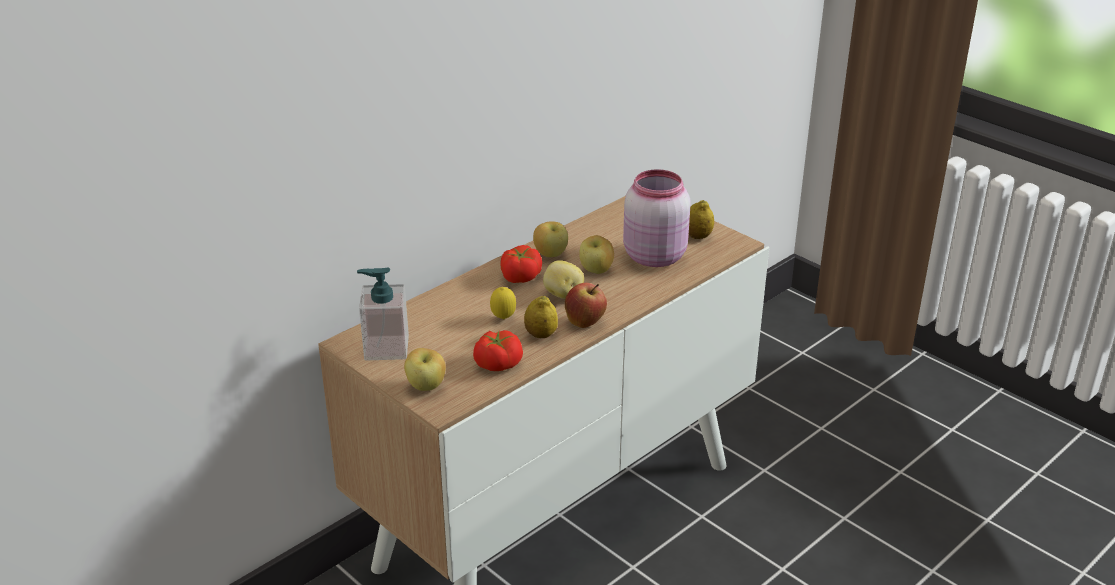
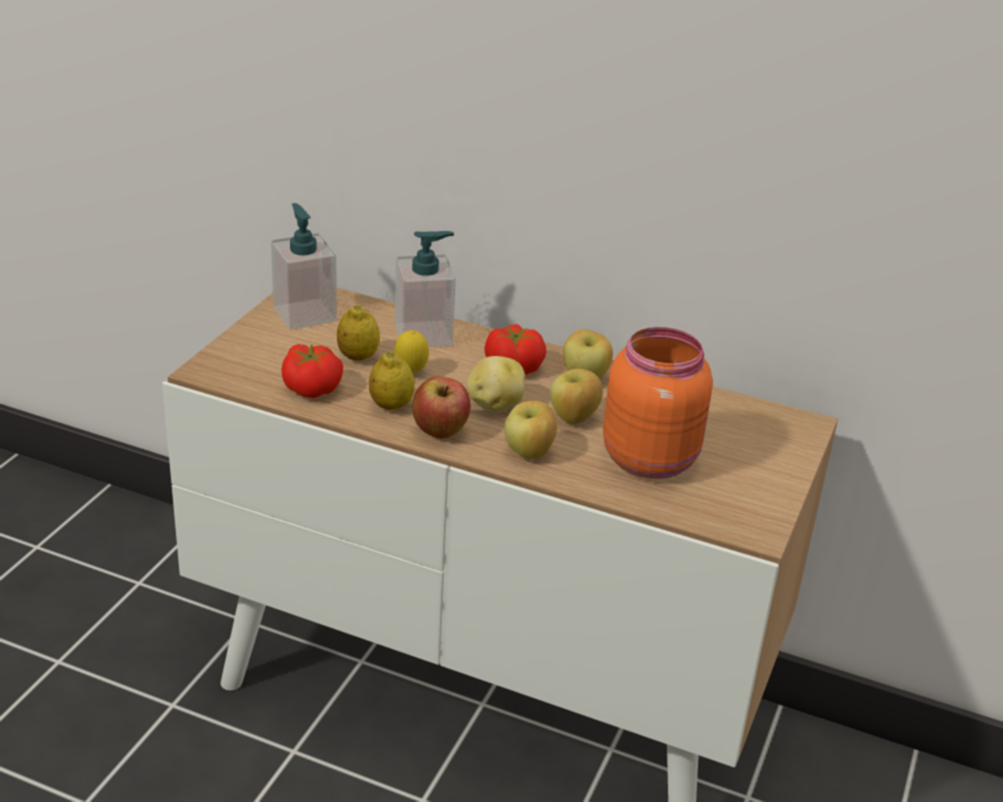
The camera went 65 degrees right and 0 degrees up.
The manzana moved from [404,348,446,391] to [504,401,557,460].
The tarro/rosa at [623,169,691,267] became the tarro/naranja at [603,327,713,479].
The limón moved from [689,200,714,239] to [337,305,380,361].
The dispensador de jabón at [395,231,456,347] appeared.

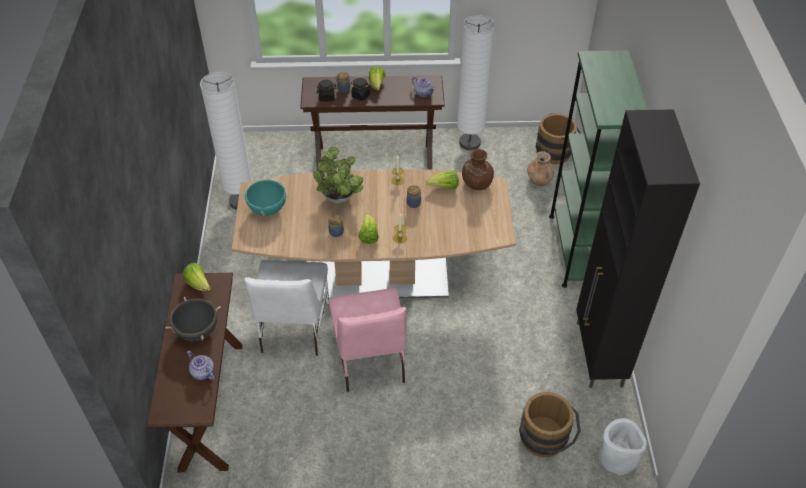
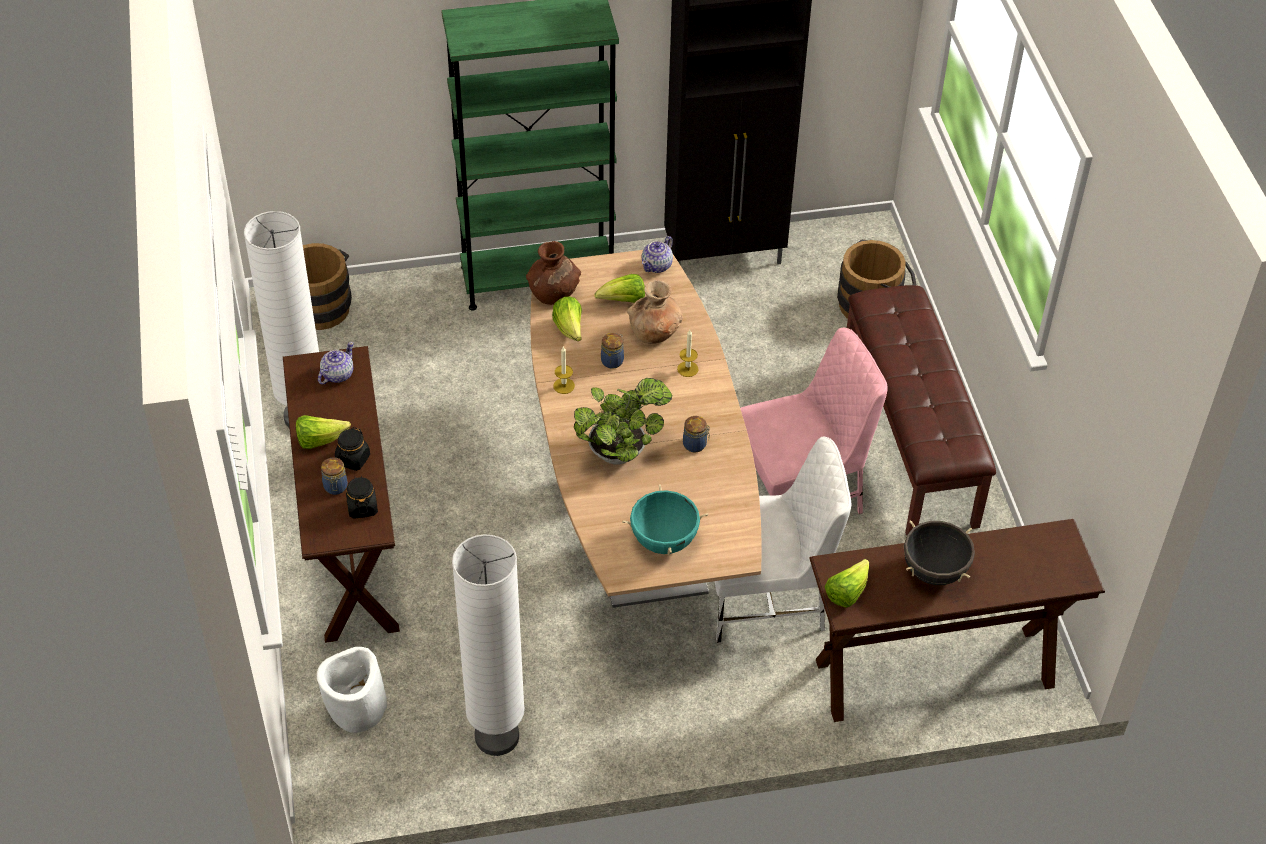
The camera went 100 degrees left and 0 degrees up.
The tetera moved from [187,351,215,380] to [642,236,673,273].
The lechuga moved from [358,214,379,244] to [595,274,645,303].
The florero/marrón moved from [527,151,554,186] to [627,280,683,344].
The maceta/blanco moved from [598,418,647,475] to [317,647,387,733].
The banco/marrón at [847,285,996,536] appeared.

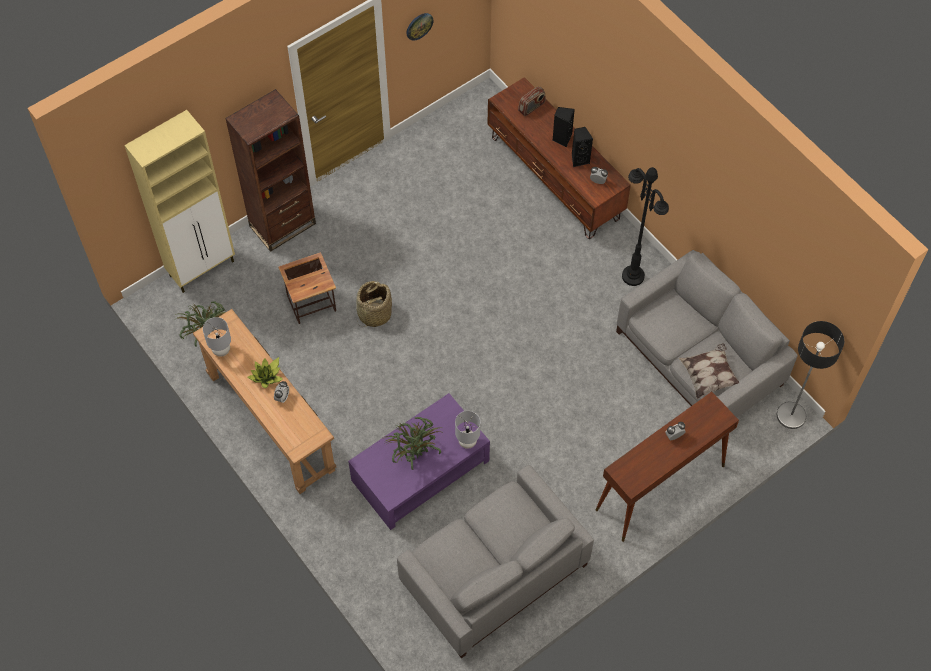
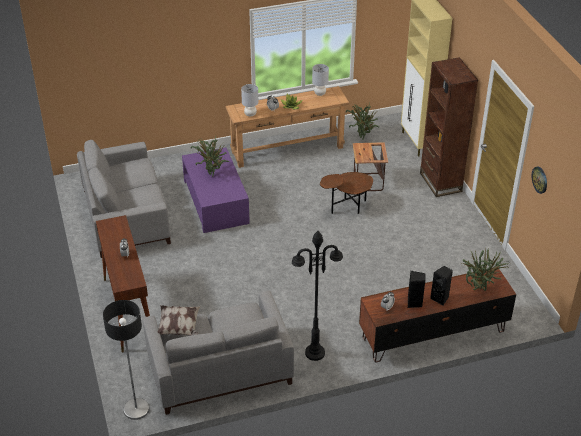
The camera went 110 degrees right and 20 degrees down.
The cesta at [356,281,392,327] was replaced by the mesa auxiliar/marrón at [320,172,373,214].
The lámpara de mesa/gris moved from [455,411,480,449] to [241,84,258,116].
The radio at [518,86,546,116] was replaced by the planta en maceta at [462,248,510,291].

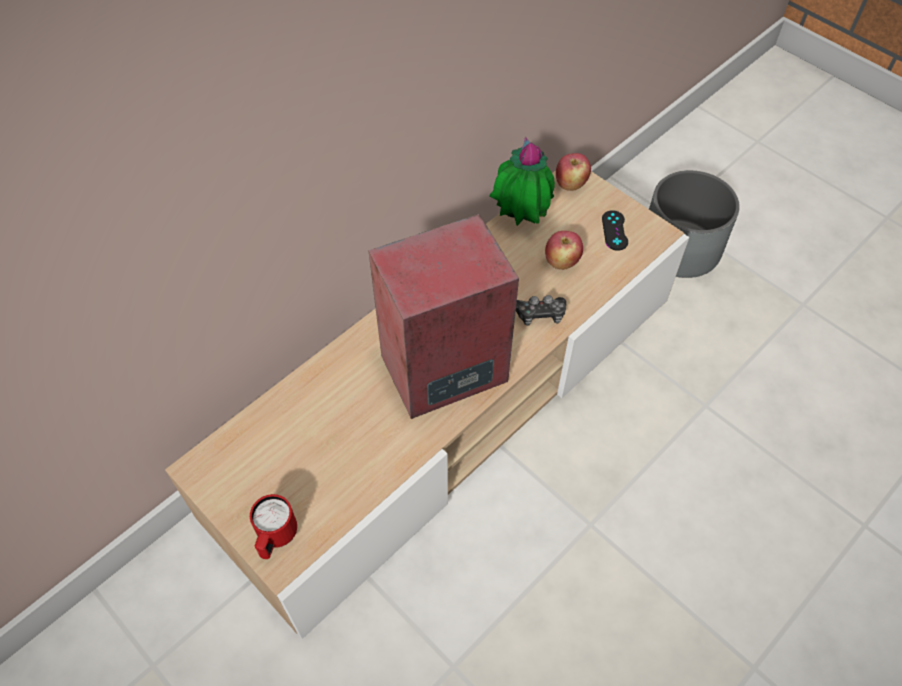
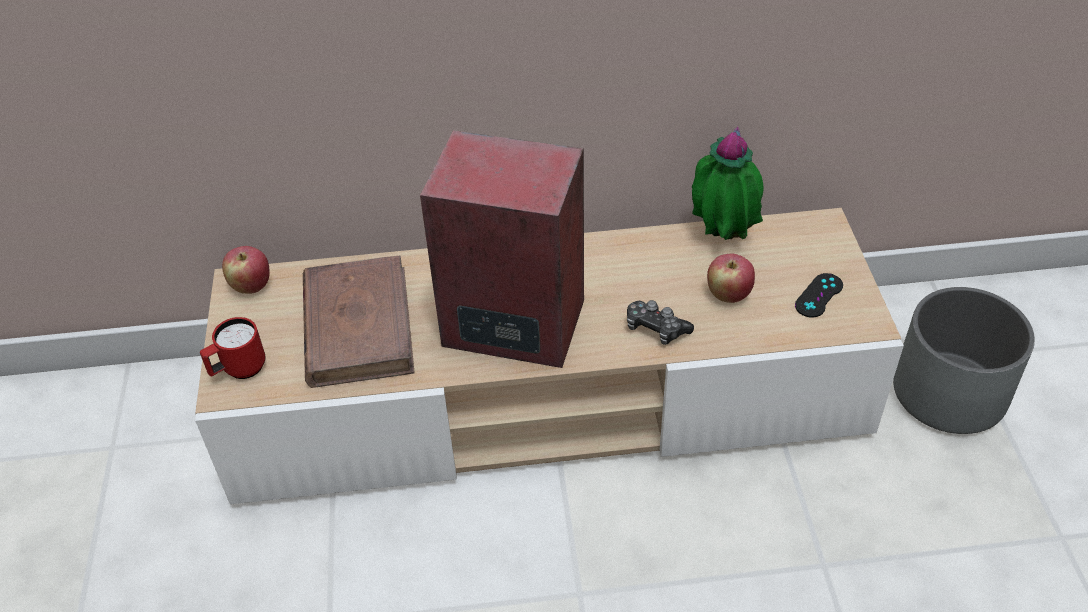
The camera went 40 degrees right and 10 degrees down.
The manzana moved from [556,153,591,191] to [222,246,270,294].
The libro/marrón at [303,256,415,388] appeared.

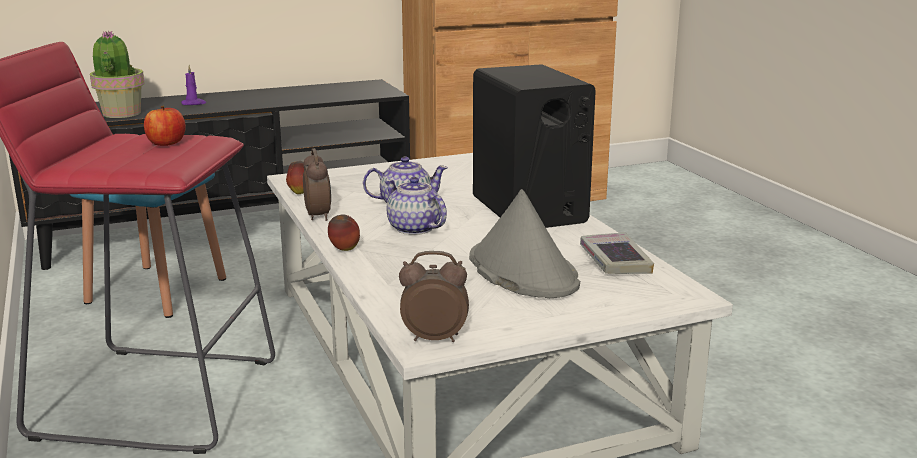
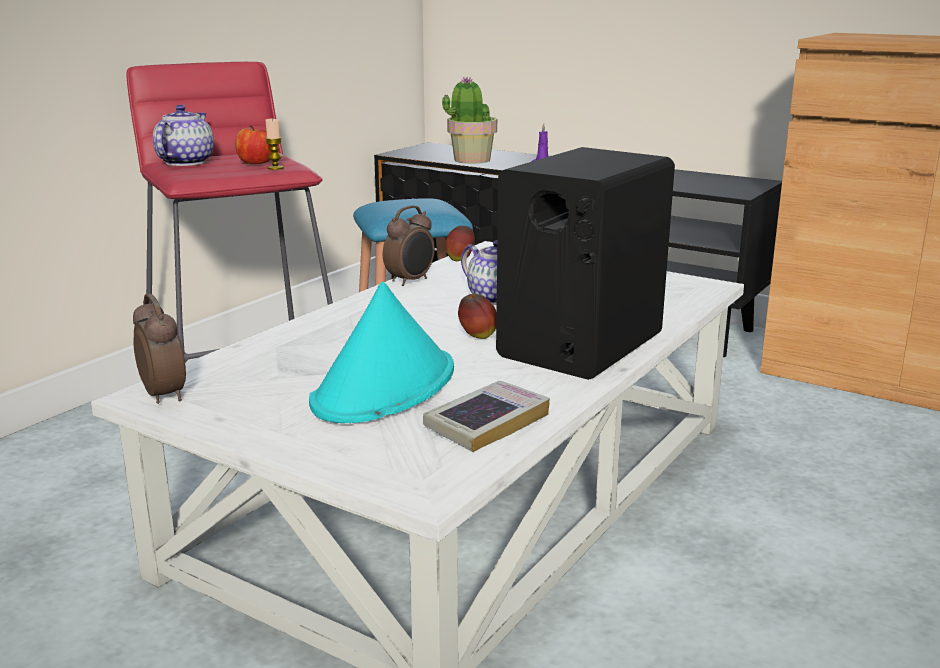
The camera went 55 degrees right and 0 degrees up.
The manzana moved from [328,214,360,251] to [458,294,496,339].
The tetera moved from [385,177,447,235] to [153,105,214,166].
The sombrero/gris at [469,189,580,298] became the sombrero/turquesa at [309,282,454,423].
The vela at [265,119,284,170] appeared.

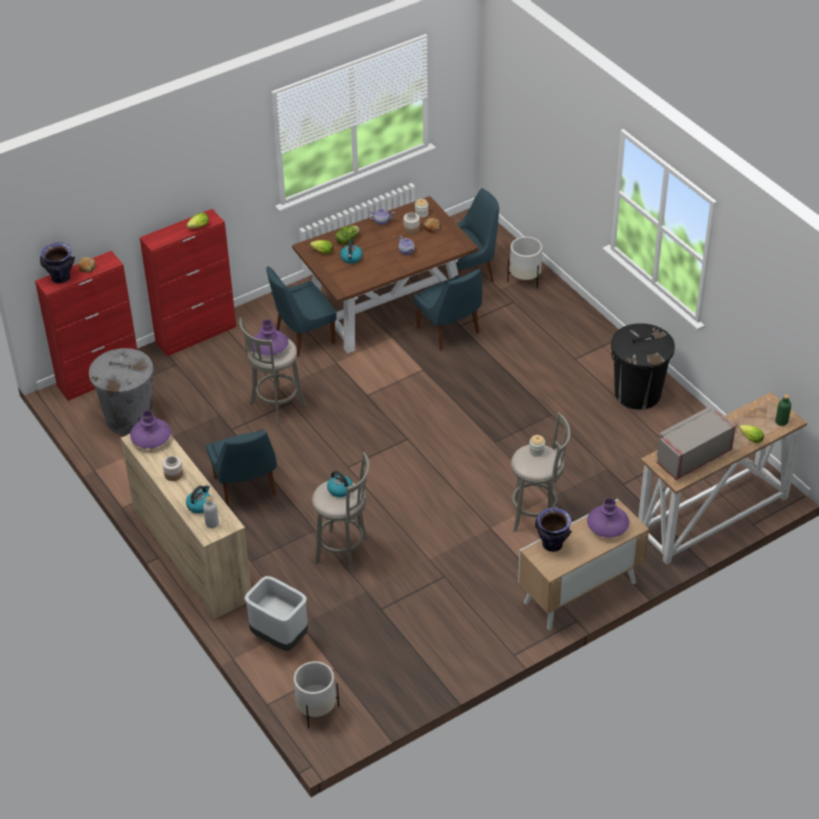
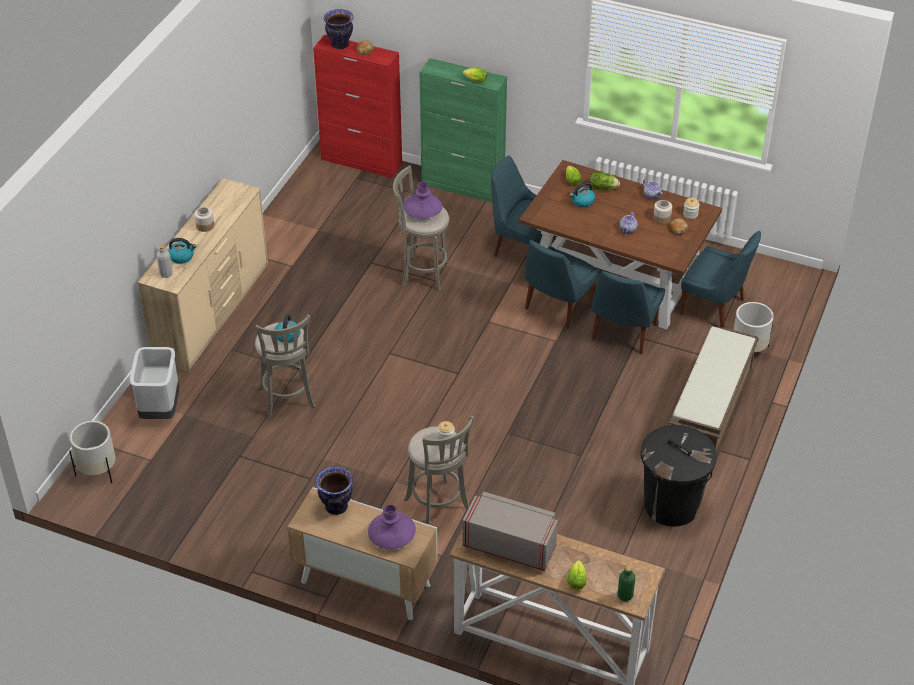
The camera went 55 degrees right and 0 degrees up.
The papelera/gris at [89,348,153,435] disappeared.
The florero/morado at [130,410,171,449] disappeared.
The armario/rojo at [140,209,236,356] became the armario/verde at [419,58,507,203].
The silla/azul moved from [206,429,277,507] to [525,240,601,329].
The banco/marrón at [669,326,759,472] appeared.

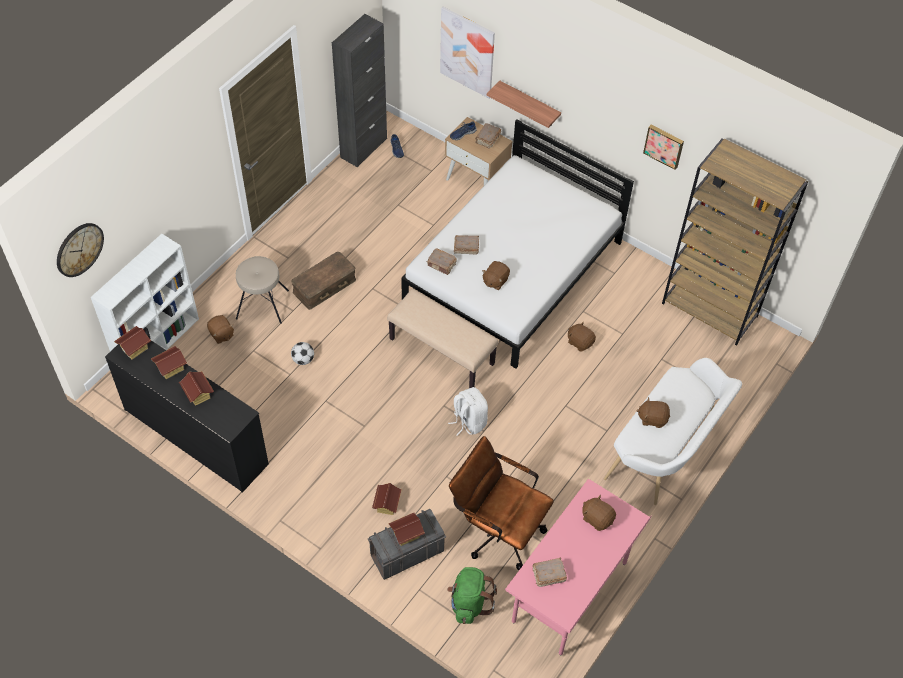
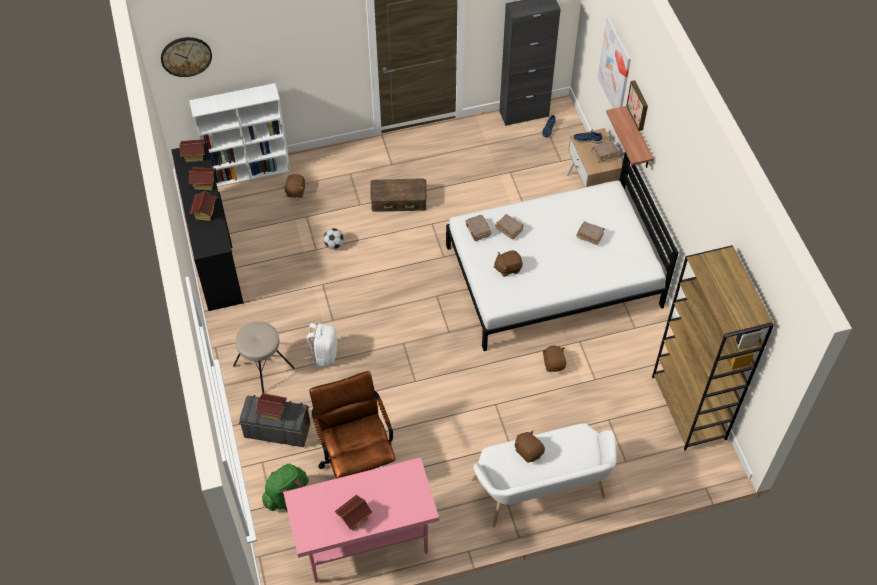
The camera went 40 degrees right and 0 degrees up.
The taburete/beis moved from [236,256,289,324] to [233,322,295,393].
The casita moved from [372,483,402,515] to [335,495,373,530].
The banco/beis at [387,289,499,388] disappeared.
The mochila/blanco moved from [448,387,488,436] to [305,323,338,367].
The libro/marrón moved from [533,557,567,587] to [577,221,605,245].
The peluche/marrón at [582,495,616,531] disappeared.
The cuadro moved from [643,125,684,170] to [626,80,648,131].

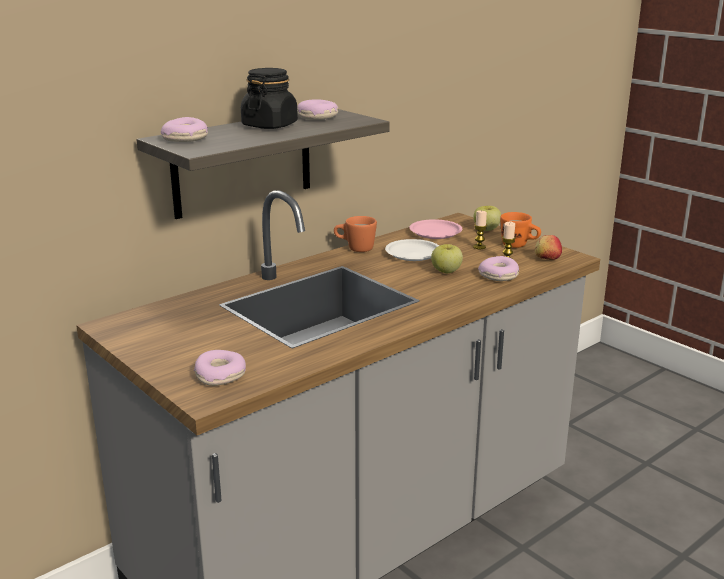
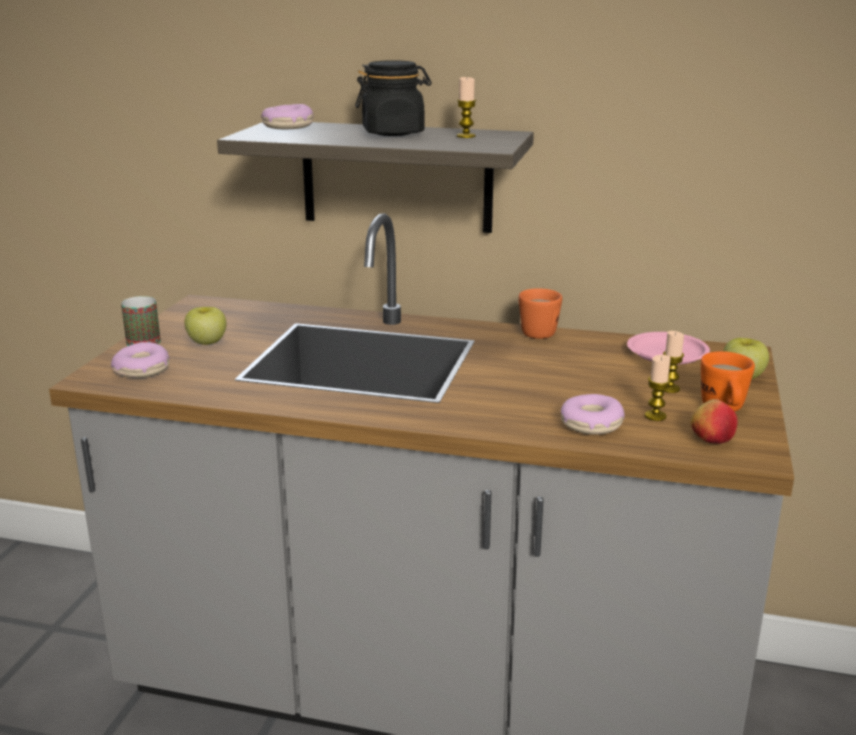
The camera went 55 degrees right and 0 degrees up.
The rosquilla at [297,99,338,120] was replaced by the vela at [457,77,476,138].
The plato/blanco at [385,239,439,261] disappeared.
The manzana moved from [431,244,463,273] to [184,307,226,345].
The taza grande at [121,296,161,346] appeared.

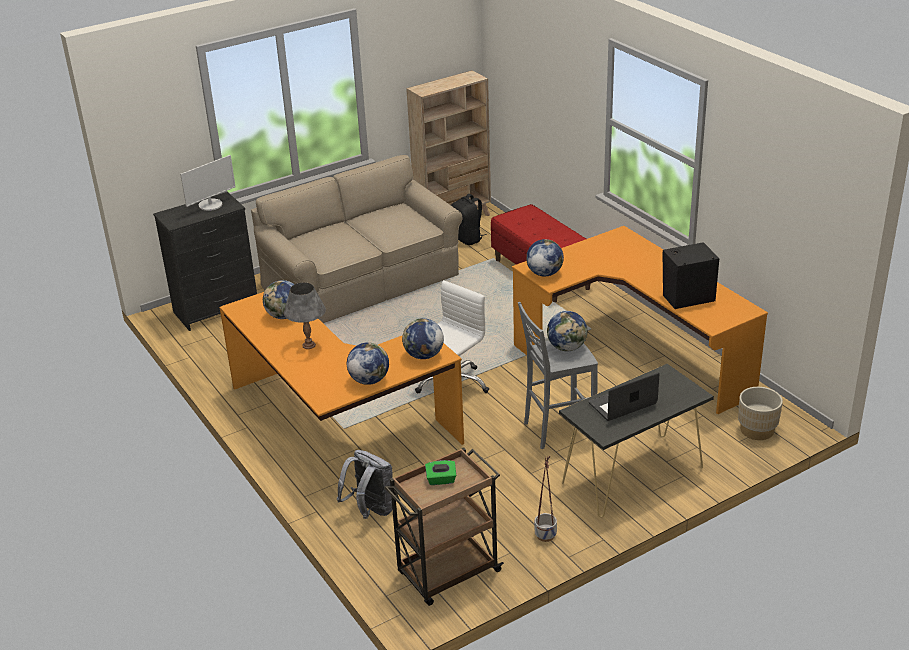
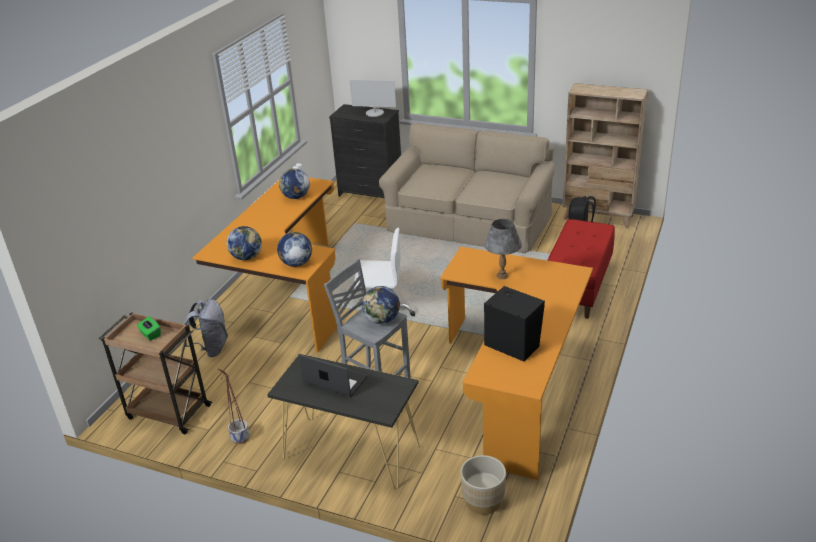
The camera went 55 degrees right and 0 degrees up.
The lámpara de mesa/gris moved from [284,283,326,349] to [484,219,522,279].
The globo terráqueo at [526,239,564,276] disappeared.

